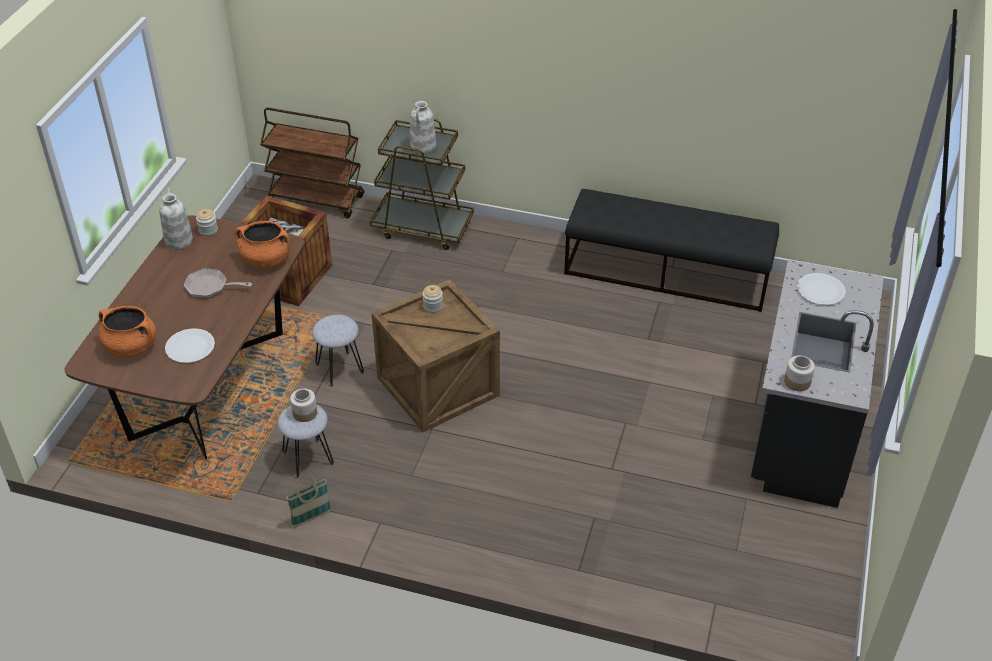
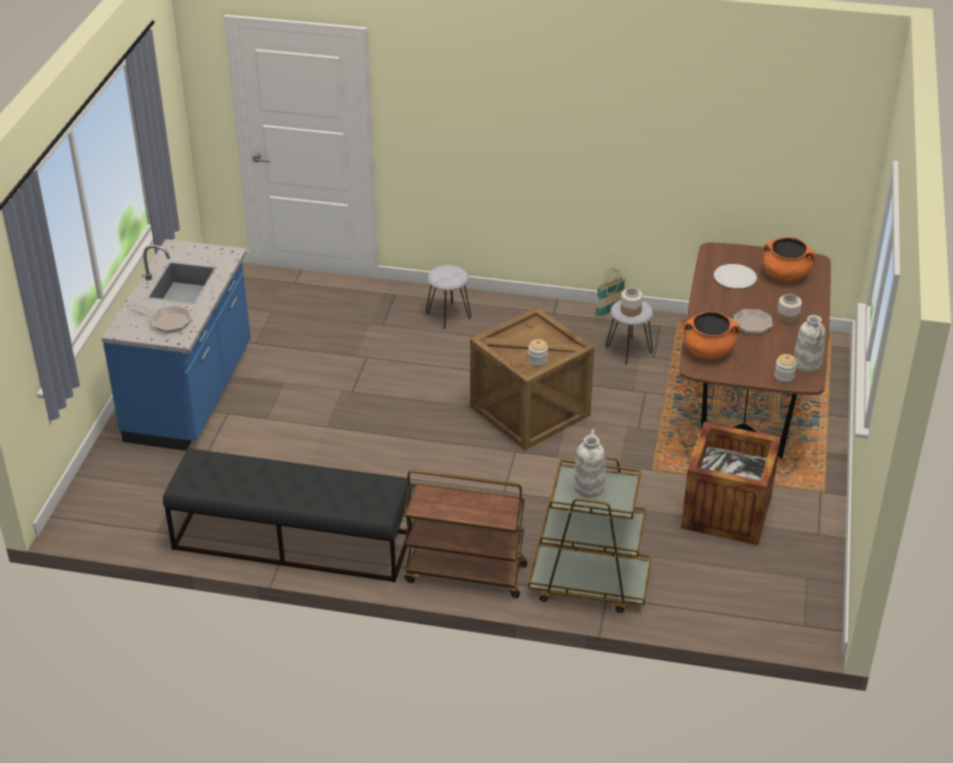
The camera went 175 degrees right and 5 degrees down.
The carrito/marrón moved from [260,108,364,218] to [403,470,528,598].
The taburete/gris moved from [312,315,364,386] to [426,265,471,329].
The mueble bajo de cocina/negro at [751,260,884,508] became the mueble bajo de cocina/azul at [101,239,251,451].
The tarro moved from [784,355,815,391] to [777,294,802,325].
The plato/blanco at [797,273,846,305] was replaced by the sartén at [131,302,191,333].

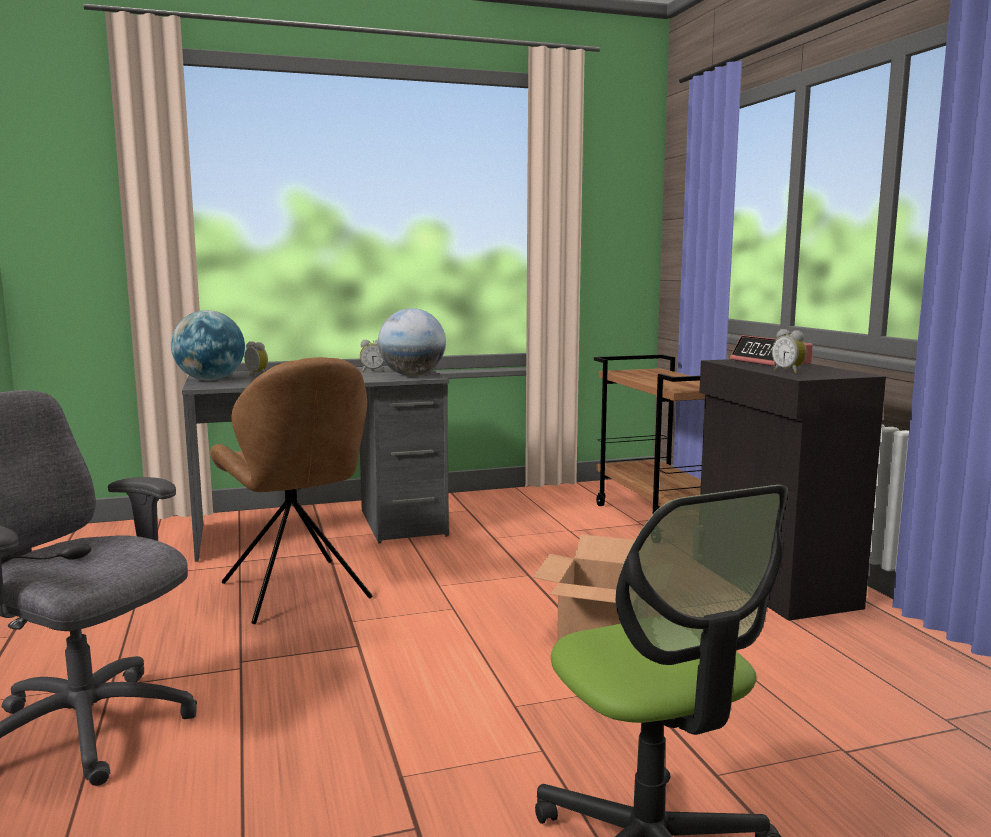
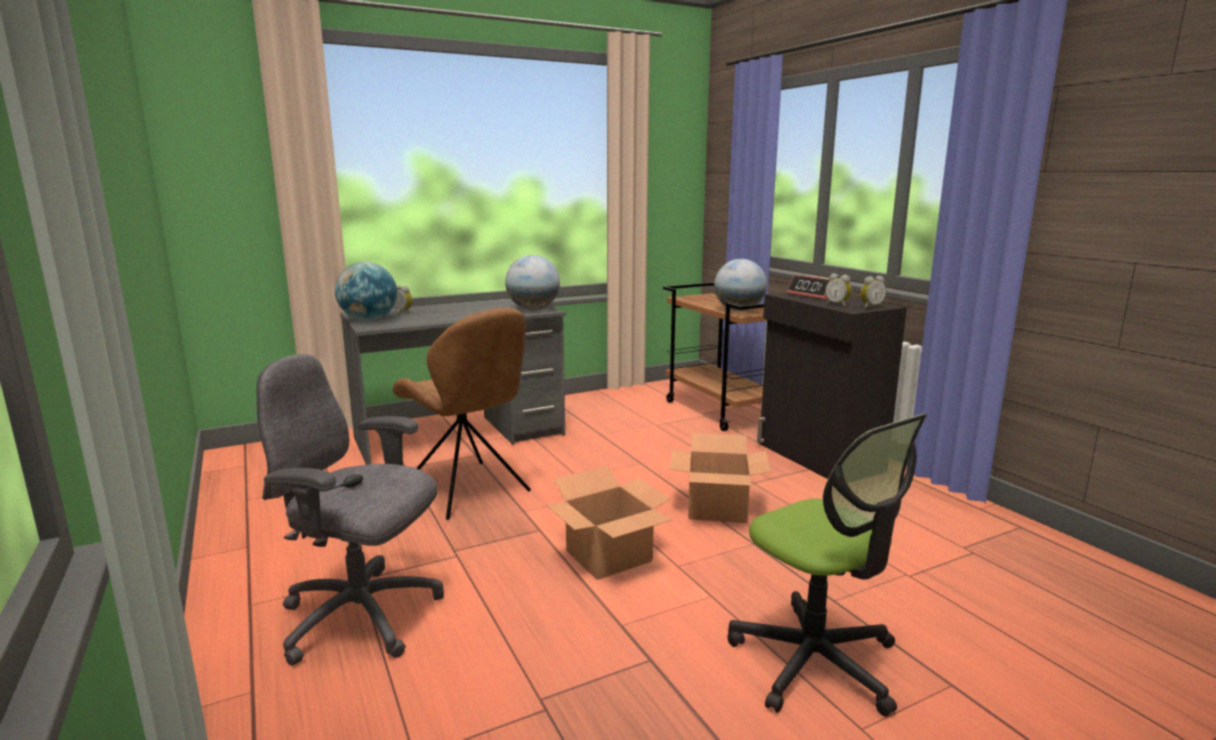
The camera went 10 degrees left and 5 degrees up.
The despertador moved from [360,339,384,372] to [860,276,886,309].
The caja de cartón at [546,466,672,580] appeared.
The globo terráqueo at [714,259,767,311] appeared.

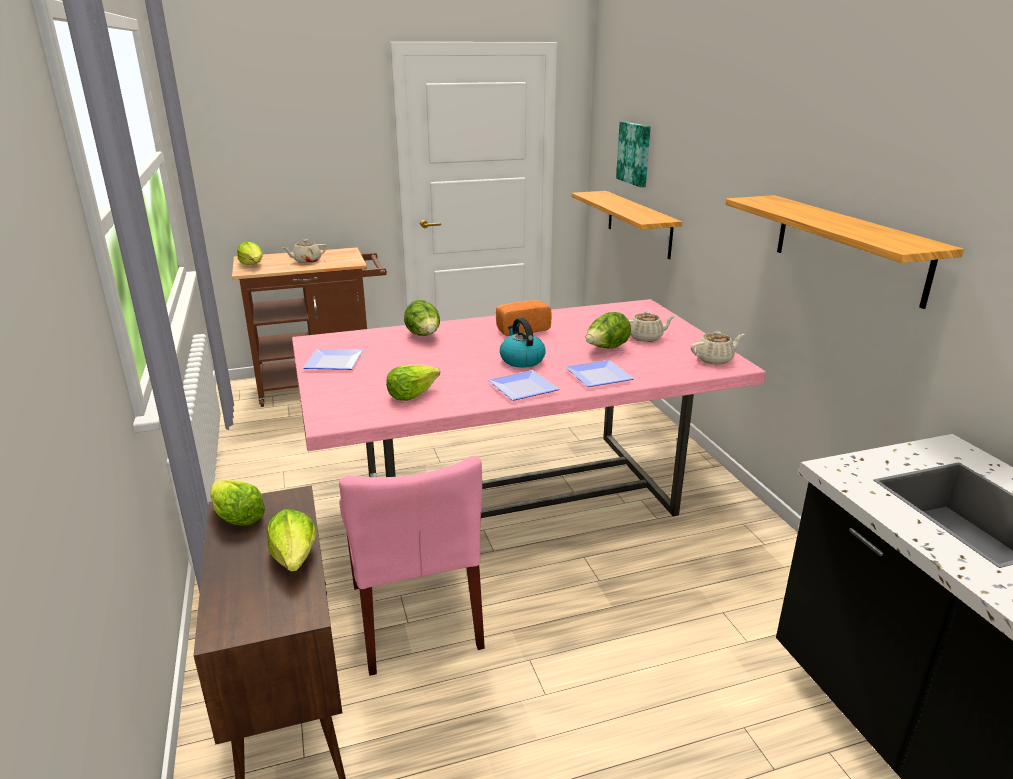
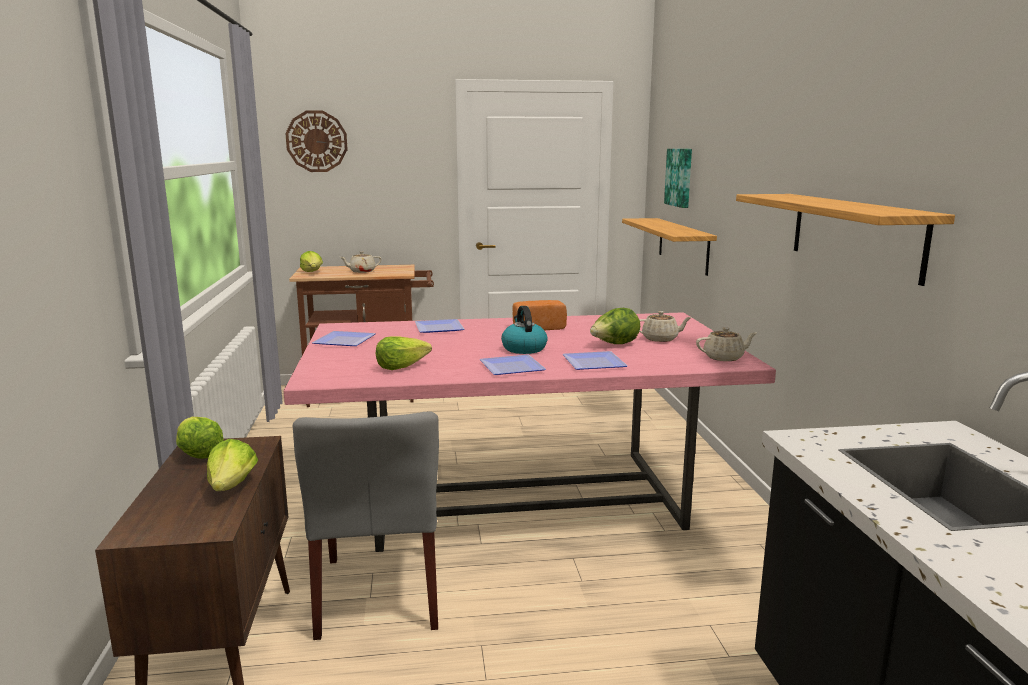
The camera went 10 degrees right and 10 degrees down.
The silla/rosa at [339,456,485,676] became the silla/gris at [293,412,439,640].
The lechuga at [404,300,440,336] was replaced by the plato at [415,319,464,333].
The reloj de pared at [285,110,348,172] appeared.

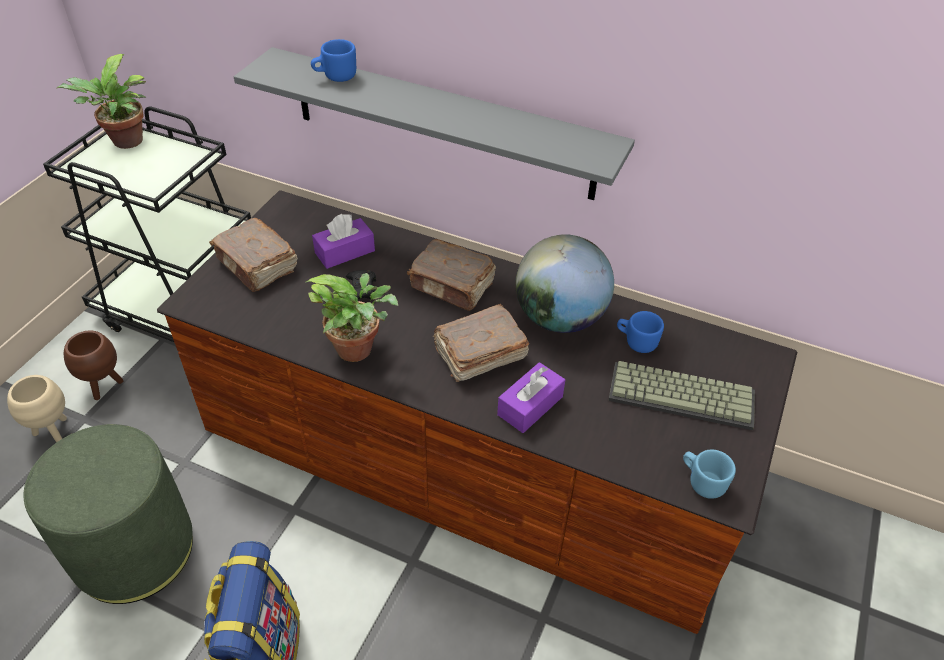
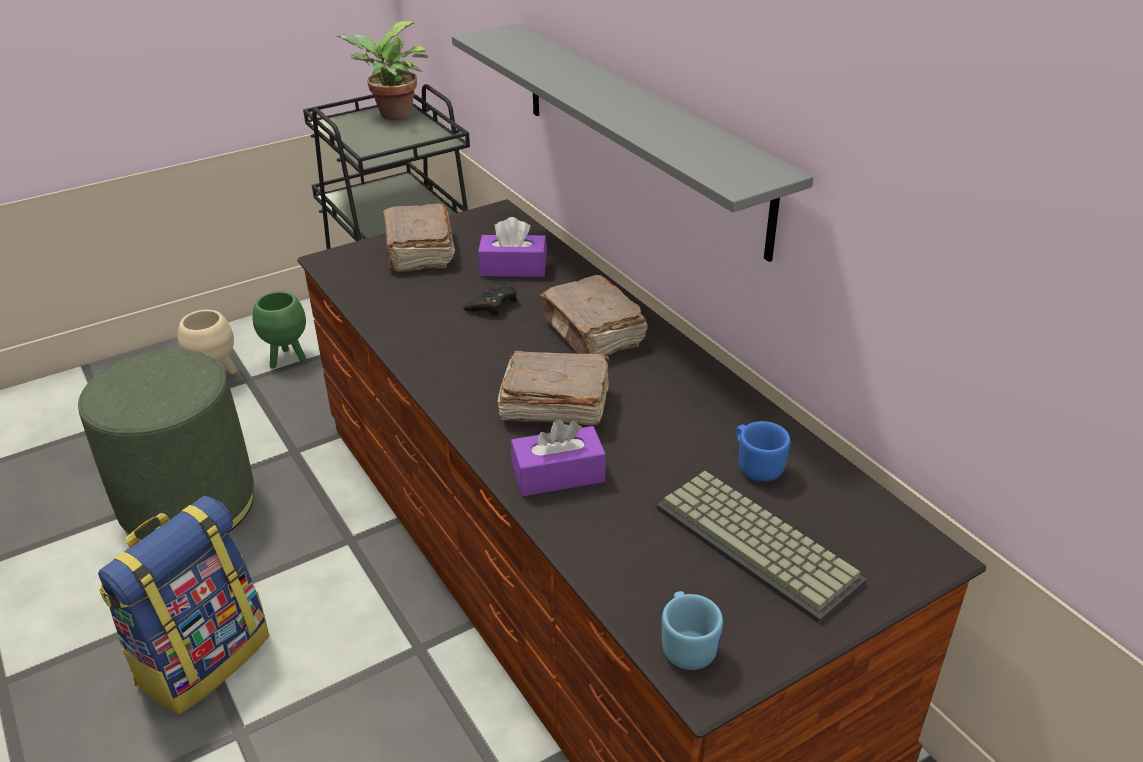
The camera went 35 degrees right and 10 degrees down.
The maceta/marrón at [64,331,123,400] became the maceta/verde at [253,291,307,369].
The planta en maceta at [306,273,398,362] disappeared.
The taza grande/azul at [311,39,356,82] disappeared.
The globo terráqueo at [515,234,614,333] disappeared.

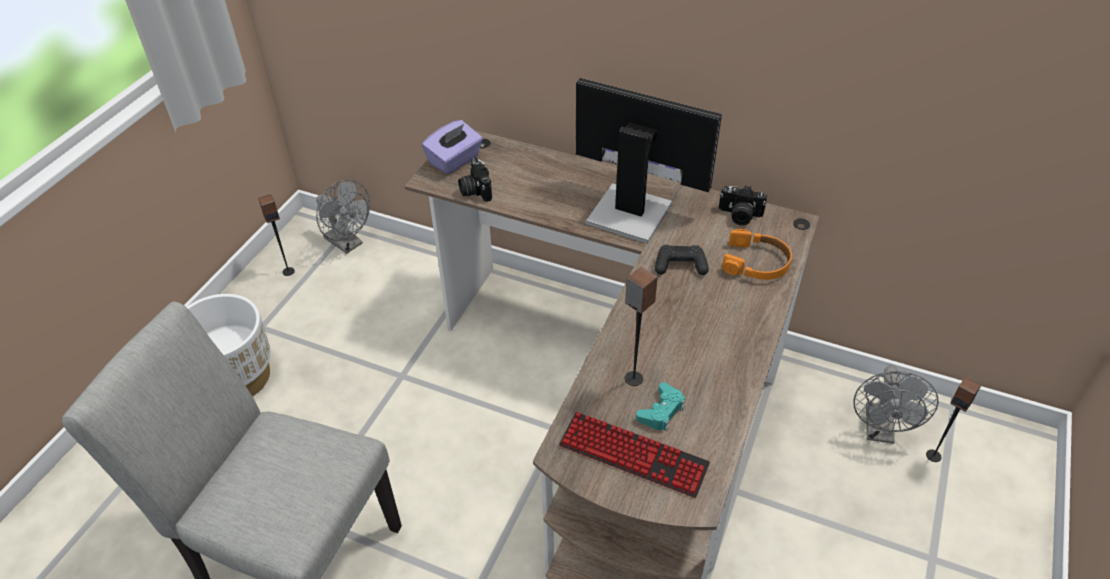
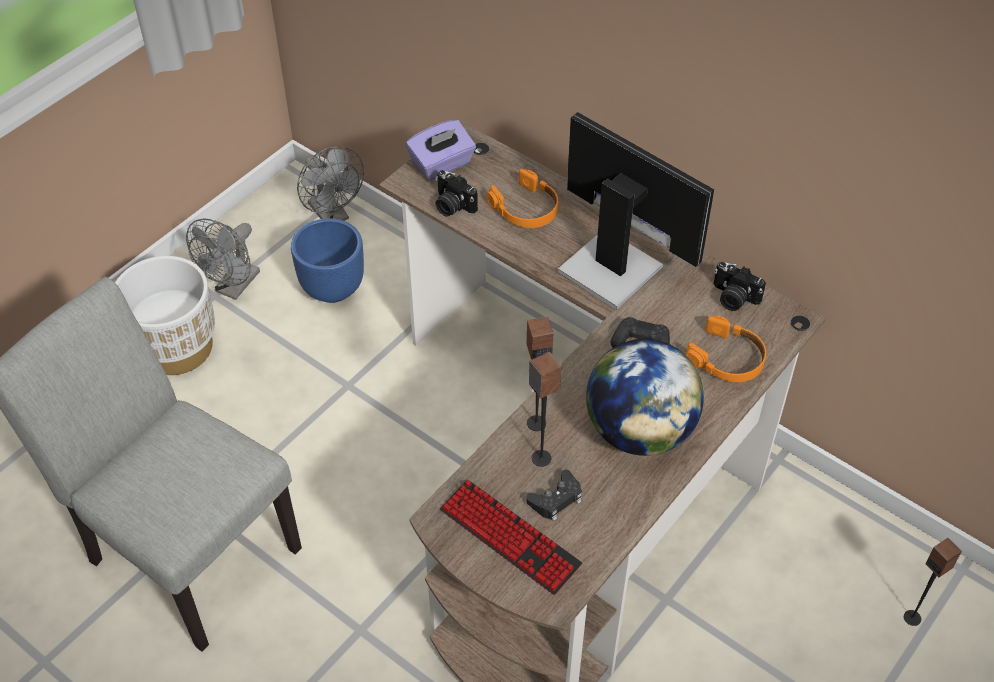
The camera went 15 degrees right and 5 degrees up.
The altavoz moved from [258,194,295,276] to [527,317,553,431].
The cámara at [458,157,492,202] turned 45 degrees counterclockwise.
The mando de consola/turquesa at [636,382,685,431] became the mando de consola/negro at [526,470,582,521].
The ventilador/gris moved from [853,366,938,444] to [186,218,260,300].
The maceta/azul at [291,218,364,303] appeared.
The auriculares/naranja at [487,169,558,228] appeared.
The globo terráqueo at [586,339,704,456] appeared.

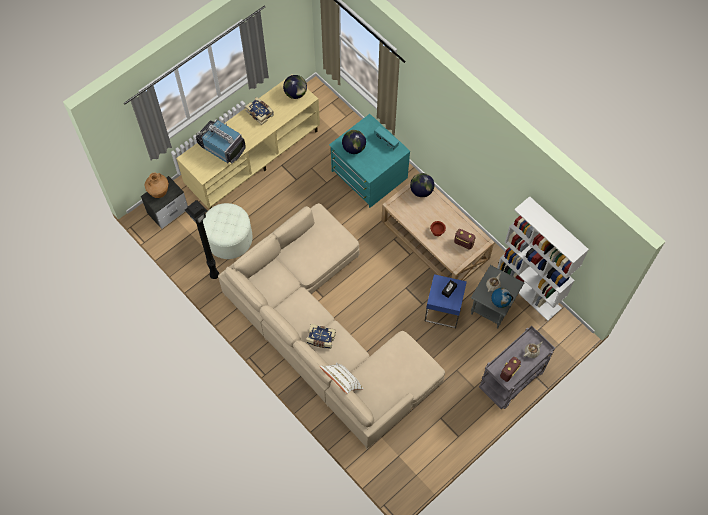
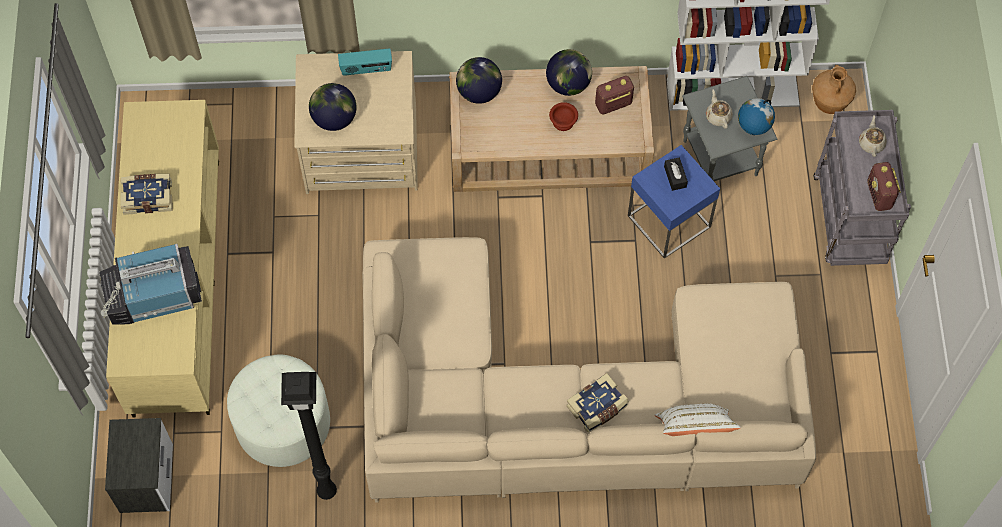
The camera went 50 degrees left and 0 degrees up.
The florero/marrón moved from [144,173,169,198] to [812,65,856,114].
The globo terráqueo moved from [283,75,307,99] to [546,49,592,96].
The cómoda/turquesa at [329,114,410,208] became the cómoda/beis at [294,51,418,194].

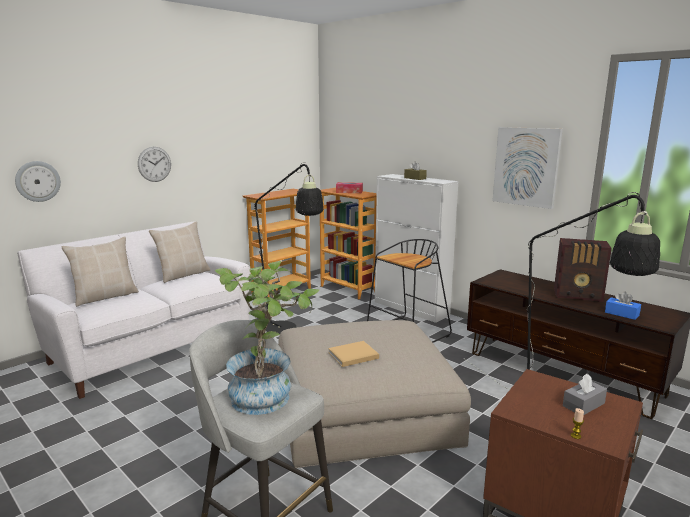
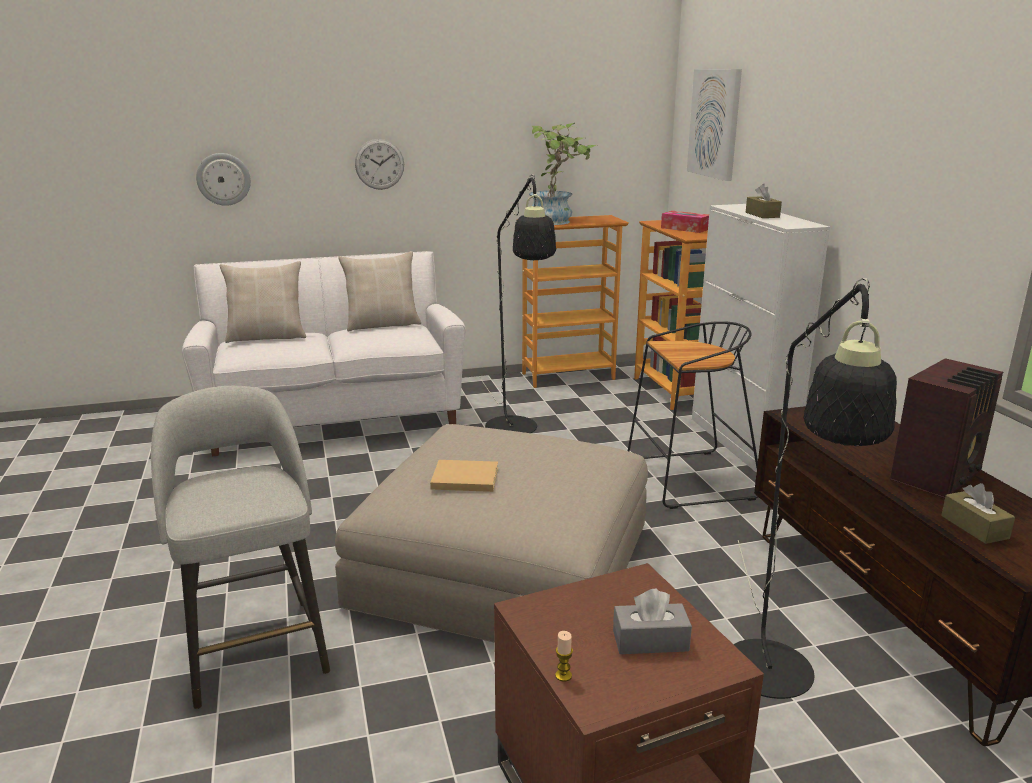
The camera went 30 degrees right and 5 degrees up.
The planta en maceta moved from [215,261,319,415] to [529,123,598,225].
The cuadro moved from [492,127,563,209] to [687,69,742,181].
The radio at [554,238,612,302] turned 90 degrees counterclockwise.
The caja de pañuelos/azul at [605,292,641,320] became the caja de pañuelos/marrón at [941,483,1015,544].

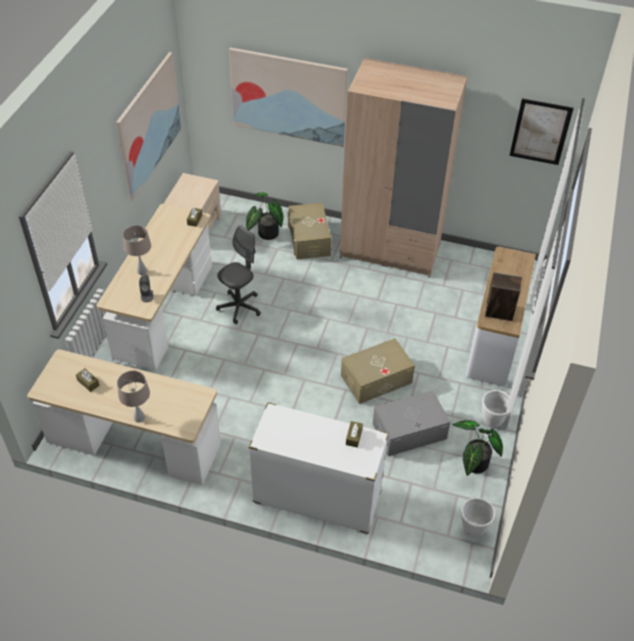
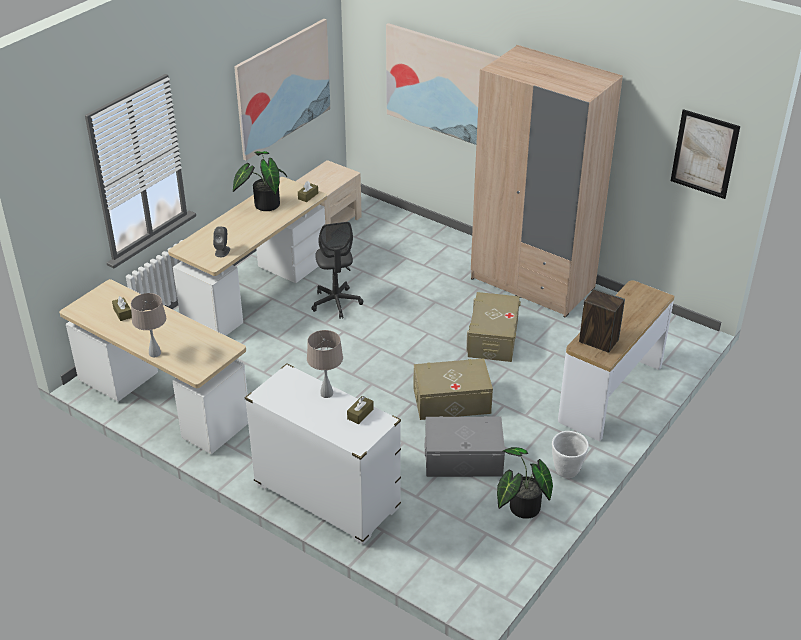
The camera went 20 degrees right and 10 degrees down.
The lámpara de mesa/beis moved from [123,225,151,275] to [307,330,343,398].
The silla de oficina/gris at [216,225,261,324] turned 105 degrees clockwise.
The planta en maceta moved from [246,192,284,240] to [233,151,287,211].
The caja de almacenaje/beis moved from [288,203,332,260] to [466,292,521,362].
The maceta/blanco at [461,498,495,538] disappeared.

